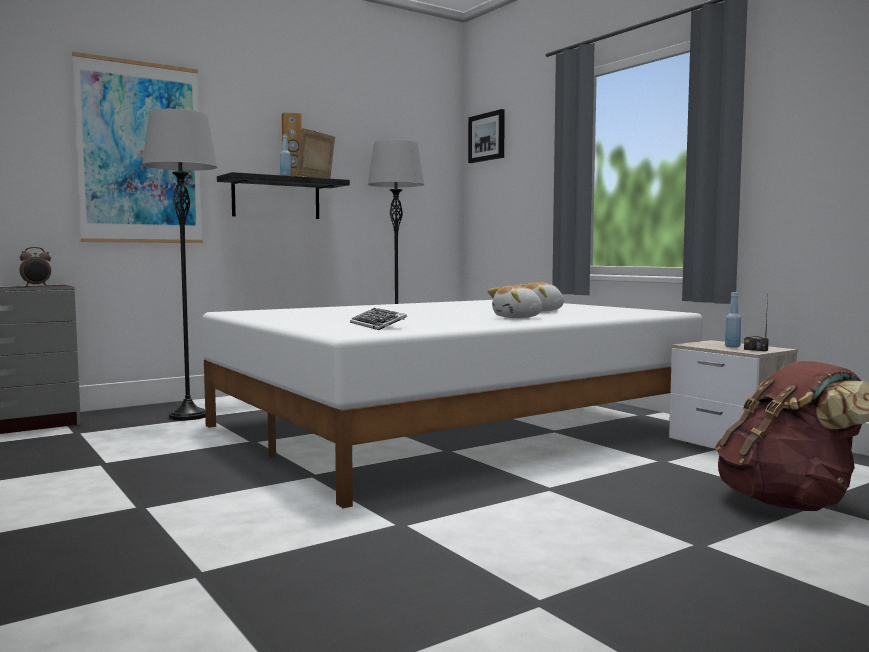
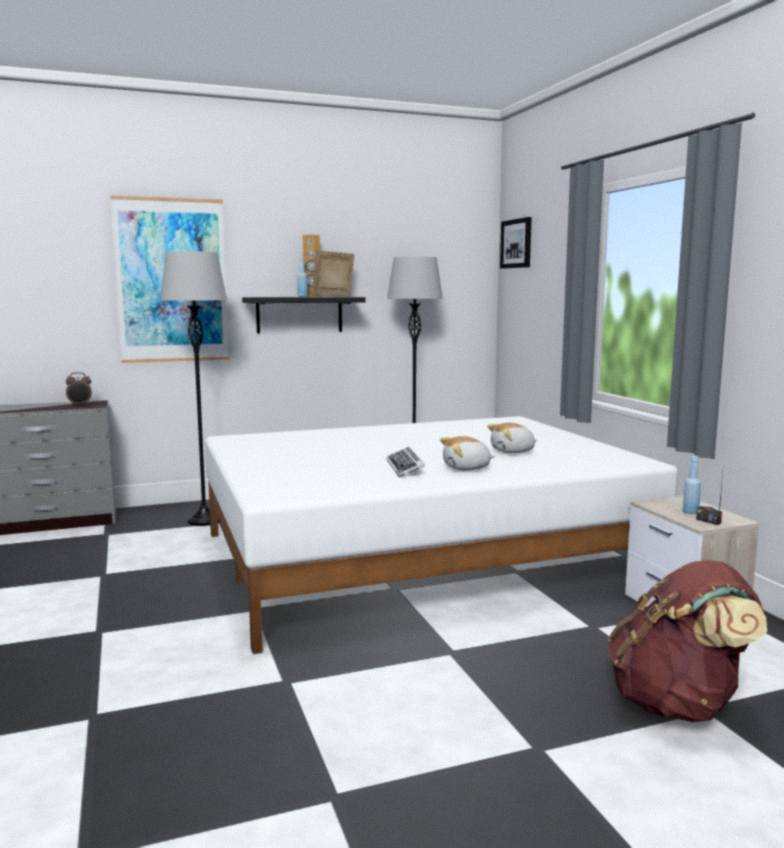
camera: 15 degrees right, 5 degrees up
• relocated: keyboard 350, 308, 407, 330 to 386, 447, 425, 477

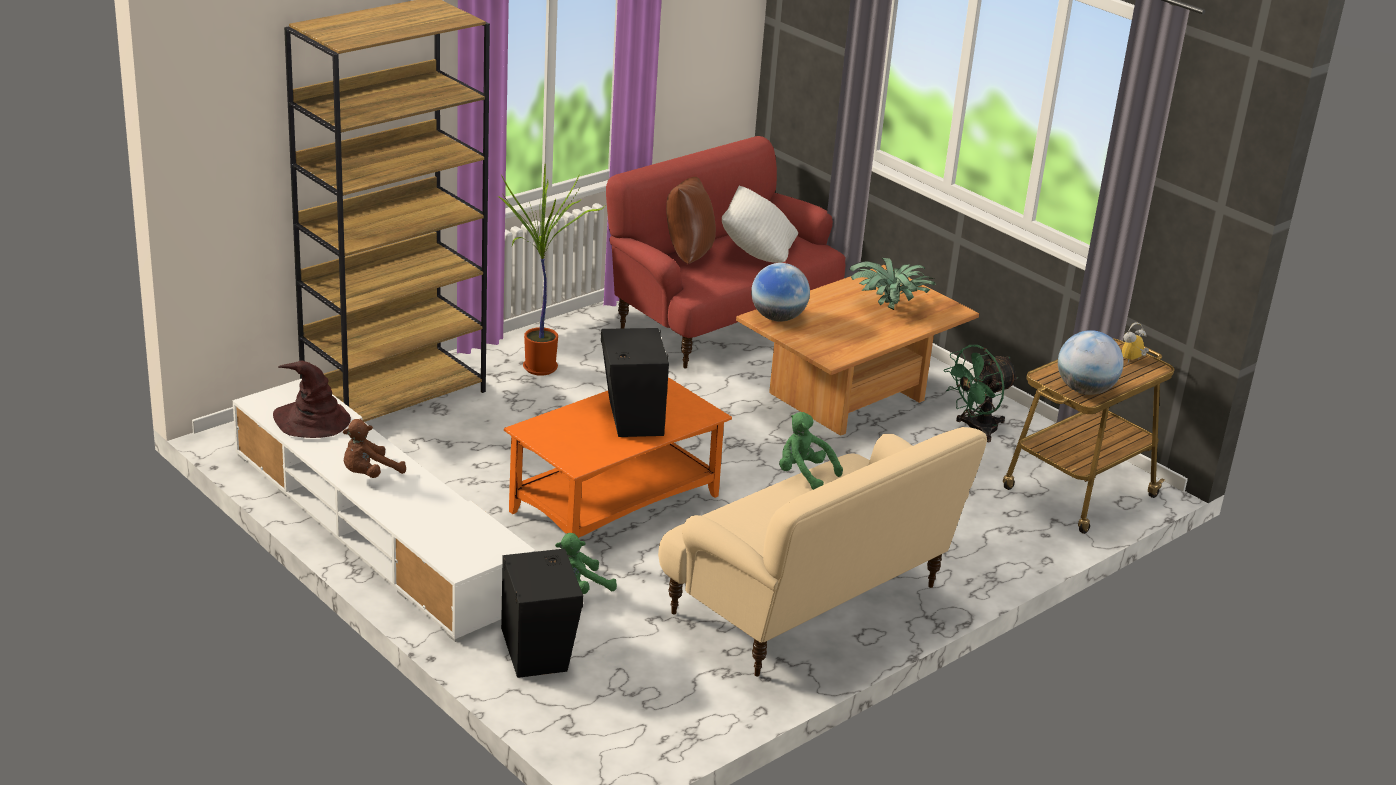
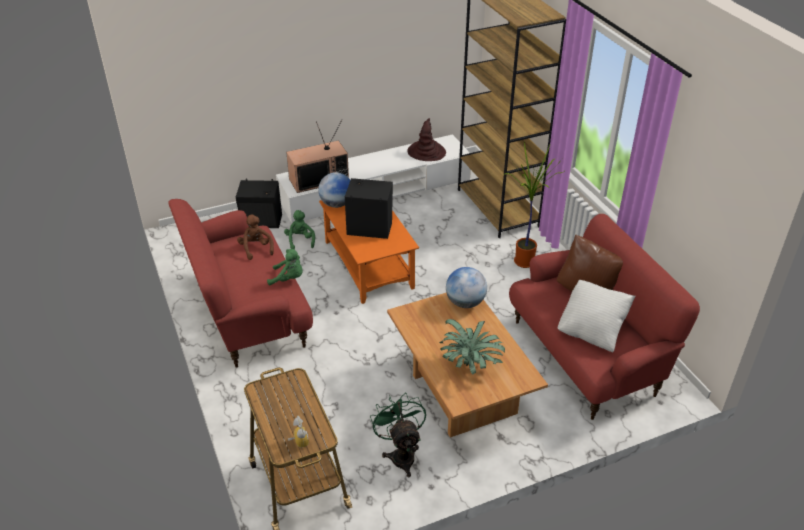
camera: 110 degrees right, 10 degrees up
• relocated: brown plush toy 343, 419, 406, 478 to 237, 215, 274, 260
• colour: beige sofa 658, 427, 987, 677 to red sofa 168, 199, 313, 368
• spun: green plush toy 779, 412, 843, 490 = 267, 249, 303, 285 45 degrees clockwise
• relocated: globe 1058, 330, 1124, 395 to 318, 172, 350, 208
• appeared: television 286, 120, 349, 193

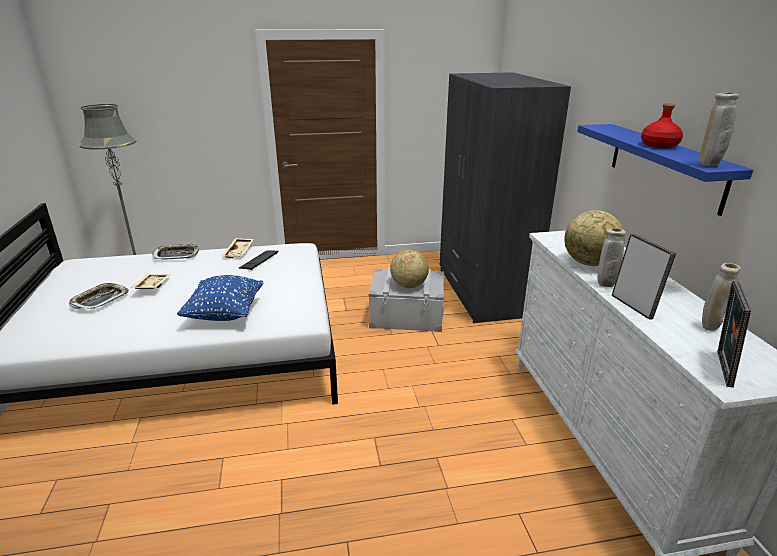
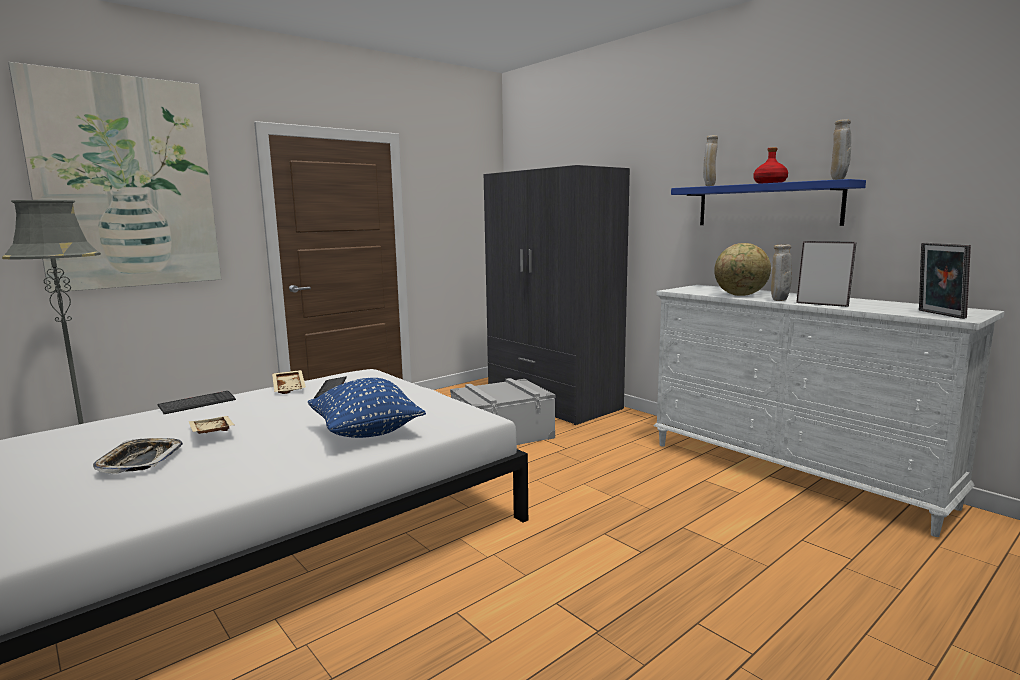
camera: 30 degrees left, 15 degrees down
• exchanged: tray 152, 243, 199, 260 to keyboard 158, 391, 236, 414
• missing: globe 390, 250, 429, 288
• relocated: beige vase 702, 263, 741, 331 to 703, 135, 718, 186
• appeared: picture 8, 62, 221, 292

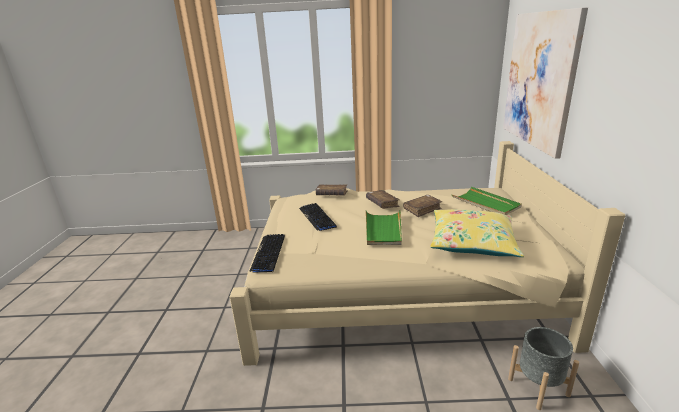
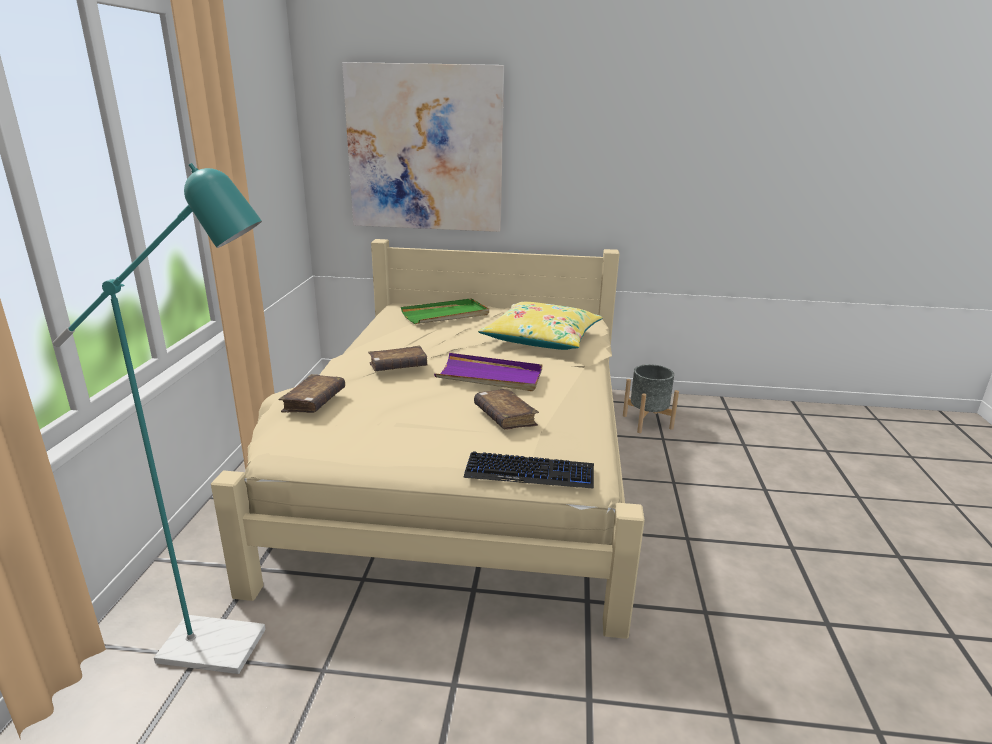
camera: 85 degrees left, 0 degrees up
• missing: keyboard 299, 203, 337, 231
• colour: green tray 366, 210, 402, 245 to purple tray 434, 353, 542, 391
• relocated: brown book 403, 195, 442, 217 to 474, 388, 539, 430
• appeared: turquoise floor lamp 53, 163, 266, 674

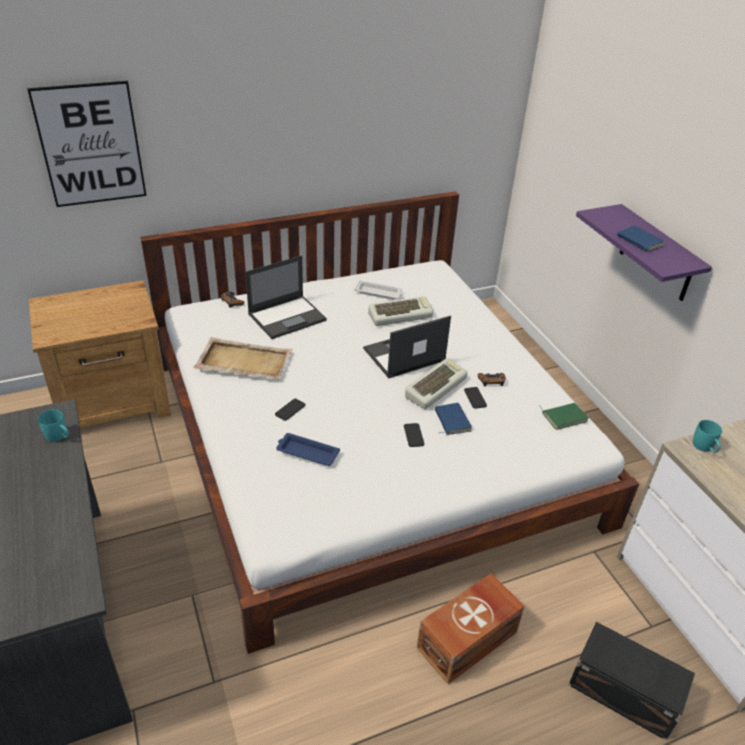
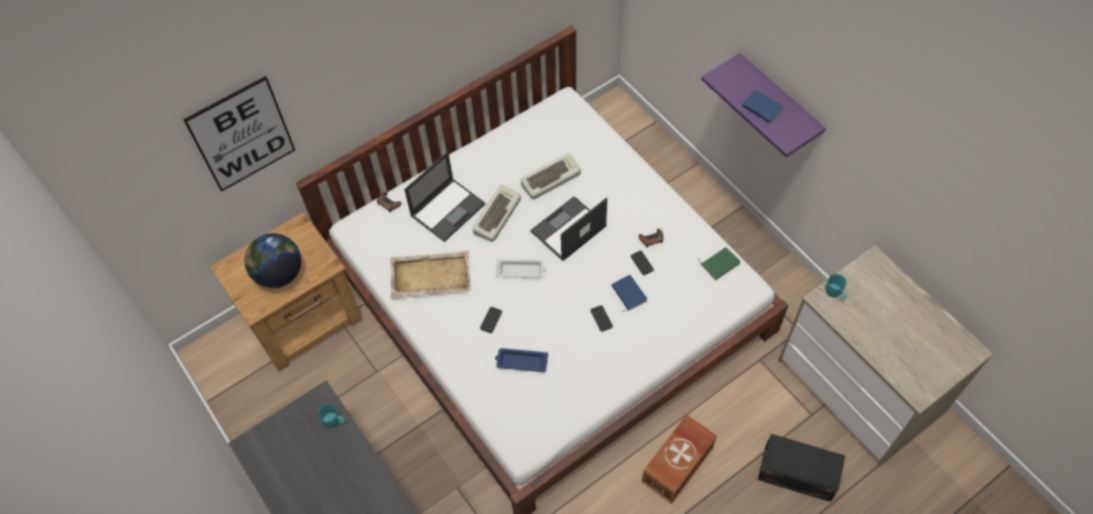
camera: 10 degrees left, 20 degrees up
• relocated: white tray 354, 280, 402, 300 to 496, 259, 546, 278
• relocated: keyboard 405, 358, 467, 409 to 473, 185, 521, 242
• appeared: globe 245, 233, 301, 288

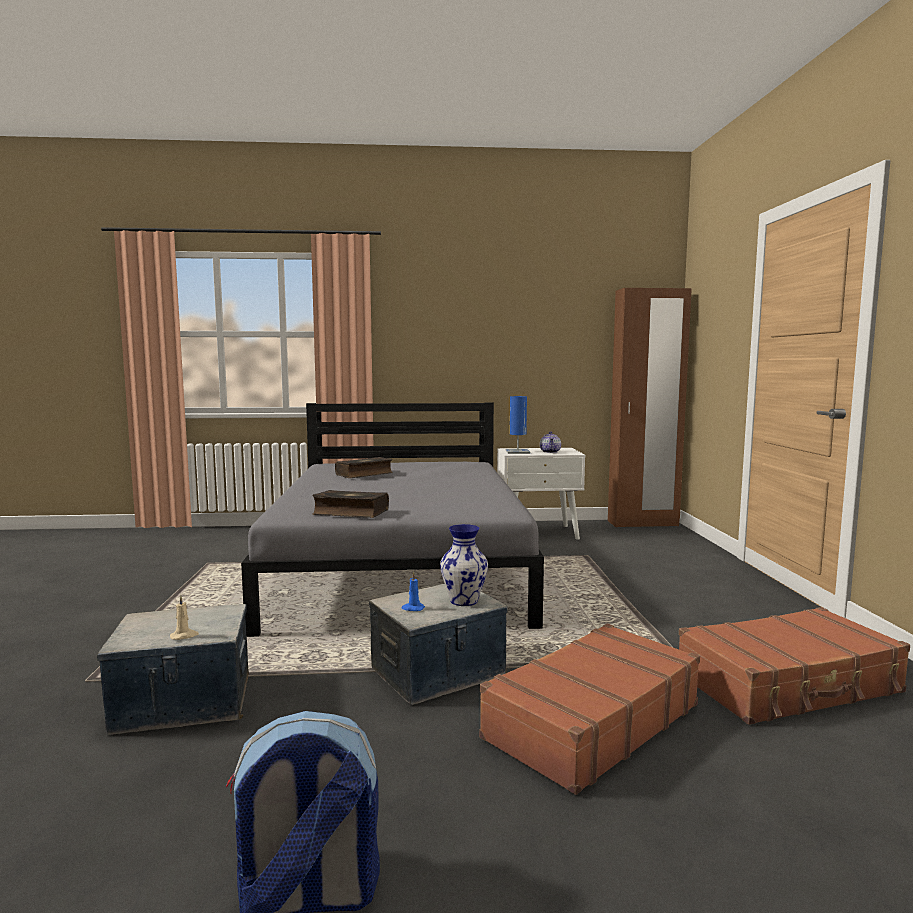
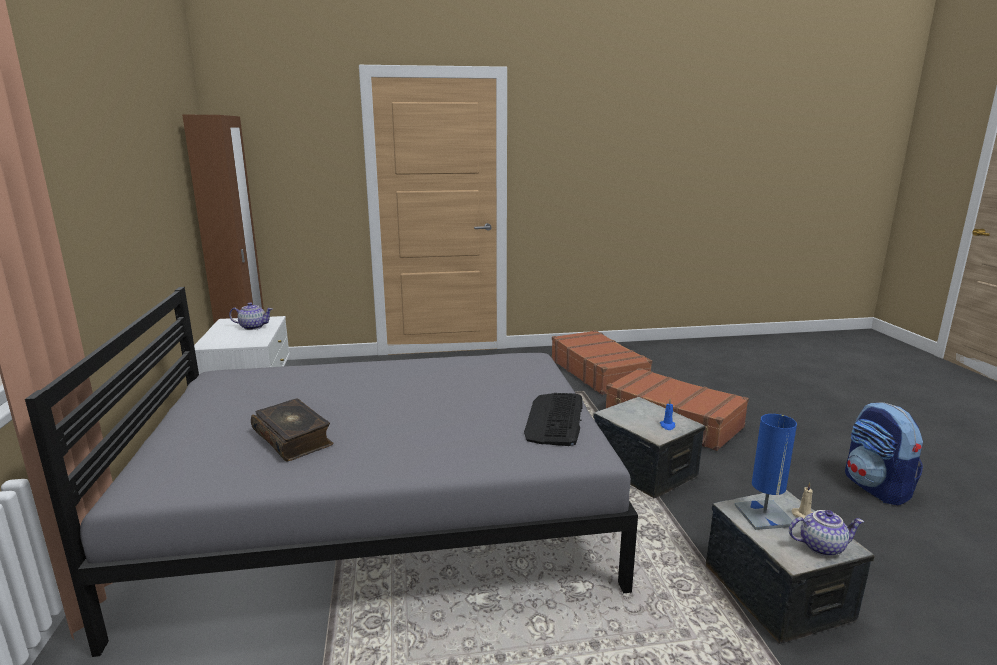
camera: 95 degrees left, 10 degrees up
• exchanged: book 313, 490, 389, 518 to keyboard 524, 393, 583, 446
• missing: vase 440, 524, 488, 606
• relocated: blue table lamp 506, 396, 530, 454 to 734, 414, 797, 530
• appeared: teapot 789, 510, 864, 556

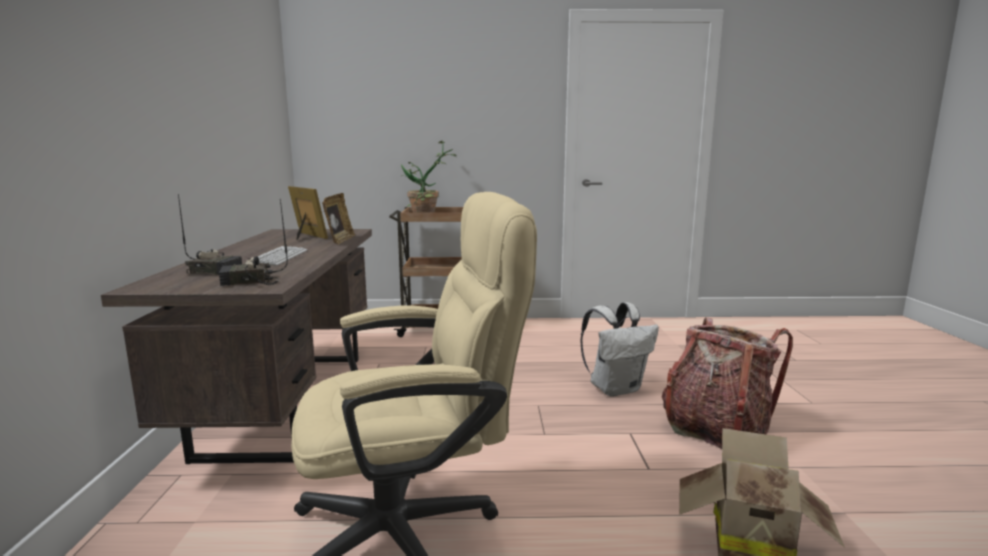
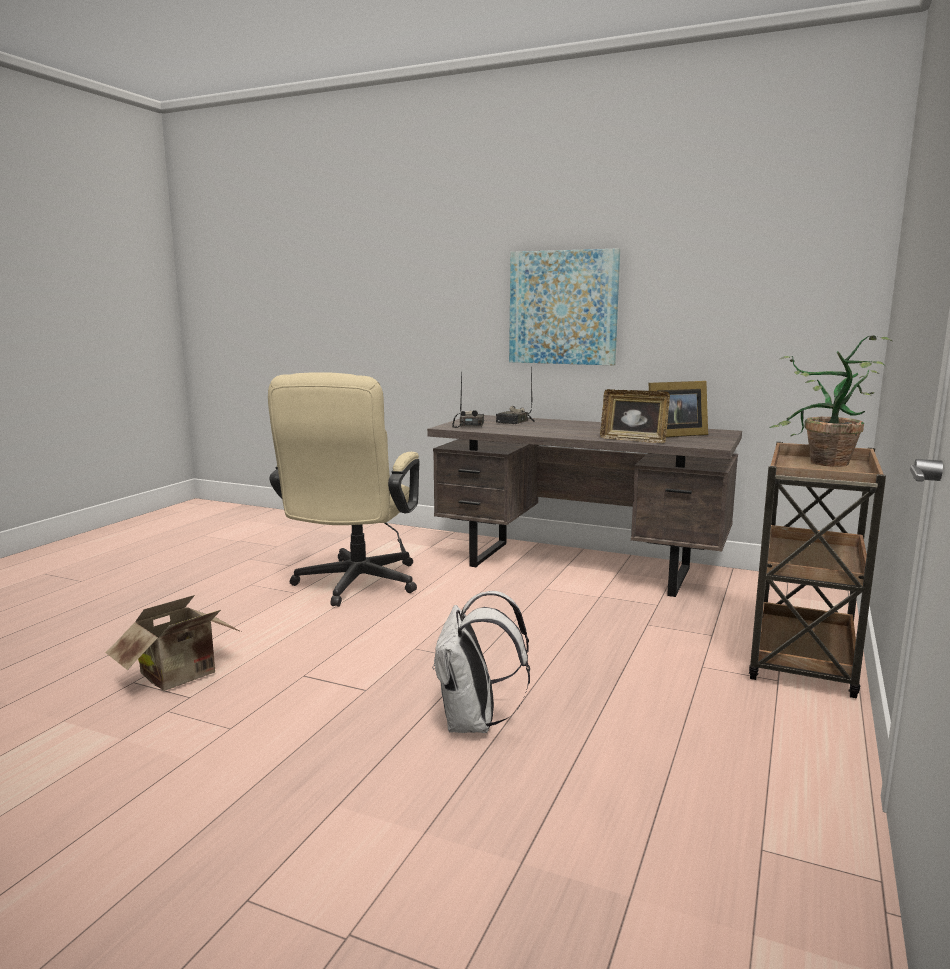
camera: 115 degrees right, 0 degrees up
• missing: keyboard 257, 246, 307, 266
• missing: backpack 662, 317, 793, 449
• appeared: picture 509, 248, 620, 365

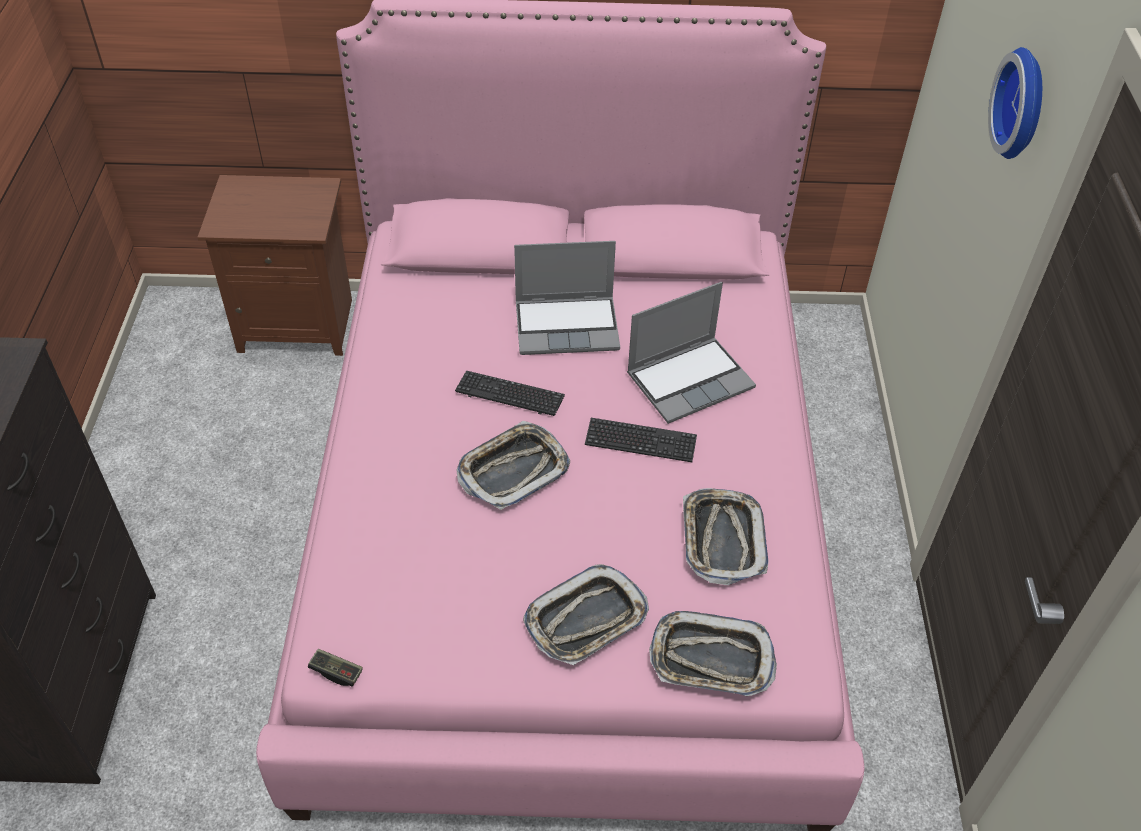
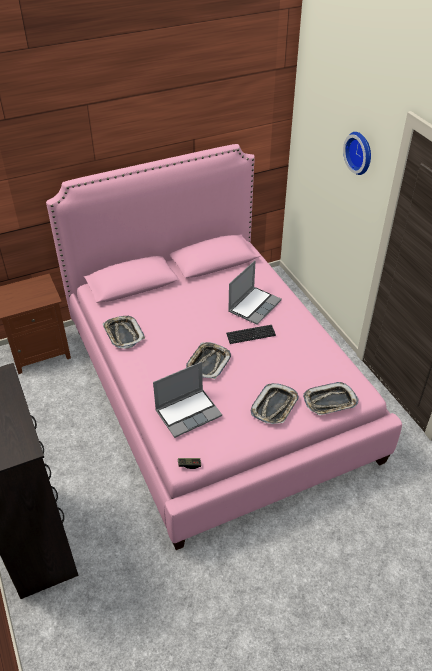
camera: 25 degrees left, 5 degrees down
• missing: keyboard 455, 370, 565, 416
• relocated: laptop 514, 241, 620, 355 to 153, 362, 222, 438
• relocated: tray 683, 488, 769, 585 to 103, 316, 145, 349

